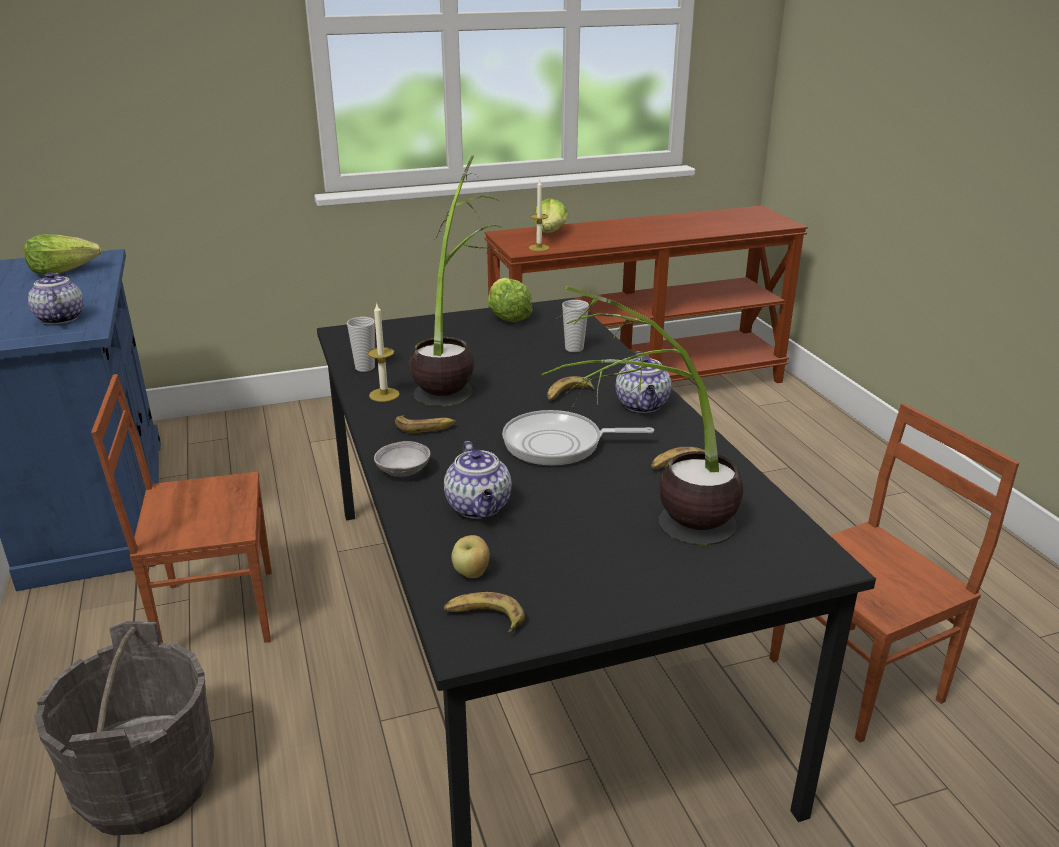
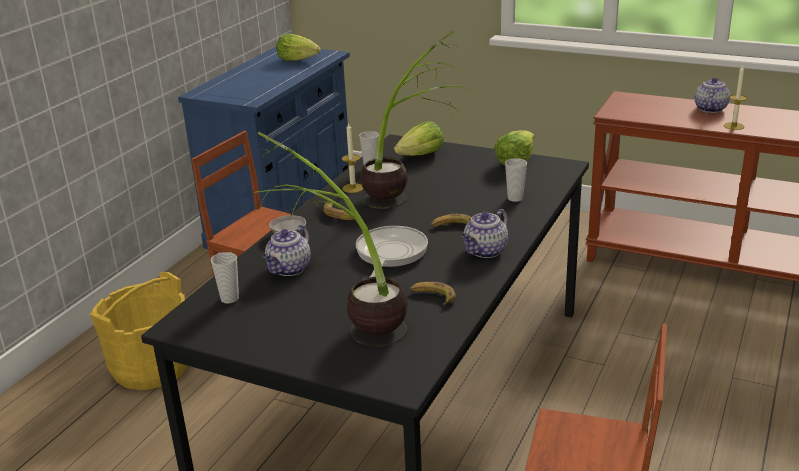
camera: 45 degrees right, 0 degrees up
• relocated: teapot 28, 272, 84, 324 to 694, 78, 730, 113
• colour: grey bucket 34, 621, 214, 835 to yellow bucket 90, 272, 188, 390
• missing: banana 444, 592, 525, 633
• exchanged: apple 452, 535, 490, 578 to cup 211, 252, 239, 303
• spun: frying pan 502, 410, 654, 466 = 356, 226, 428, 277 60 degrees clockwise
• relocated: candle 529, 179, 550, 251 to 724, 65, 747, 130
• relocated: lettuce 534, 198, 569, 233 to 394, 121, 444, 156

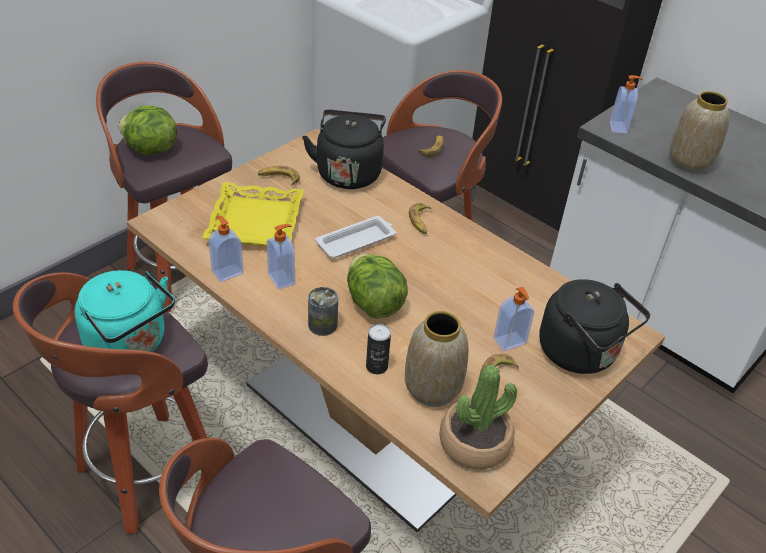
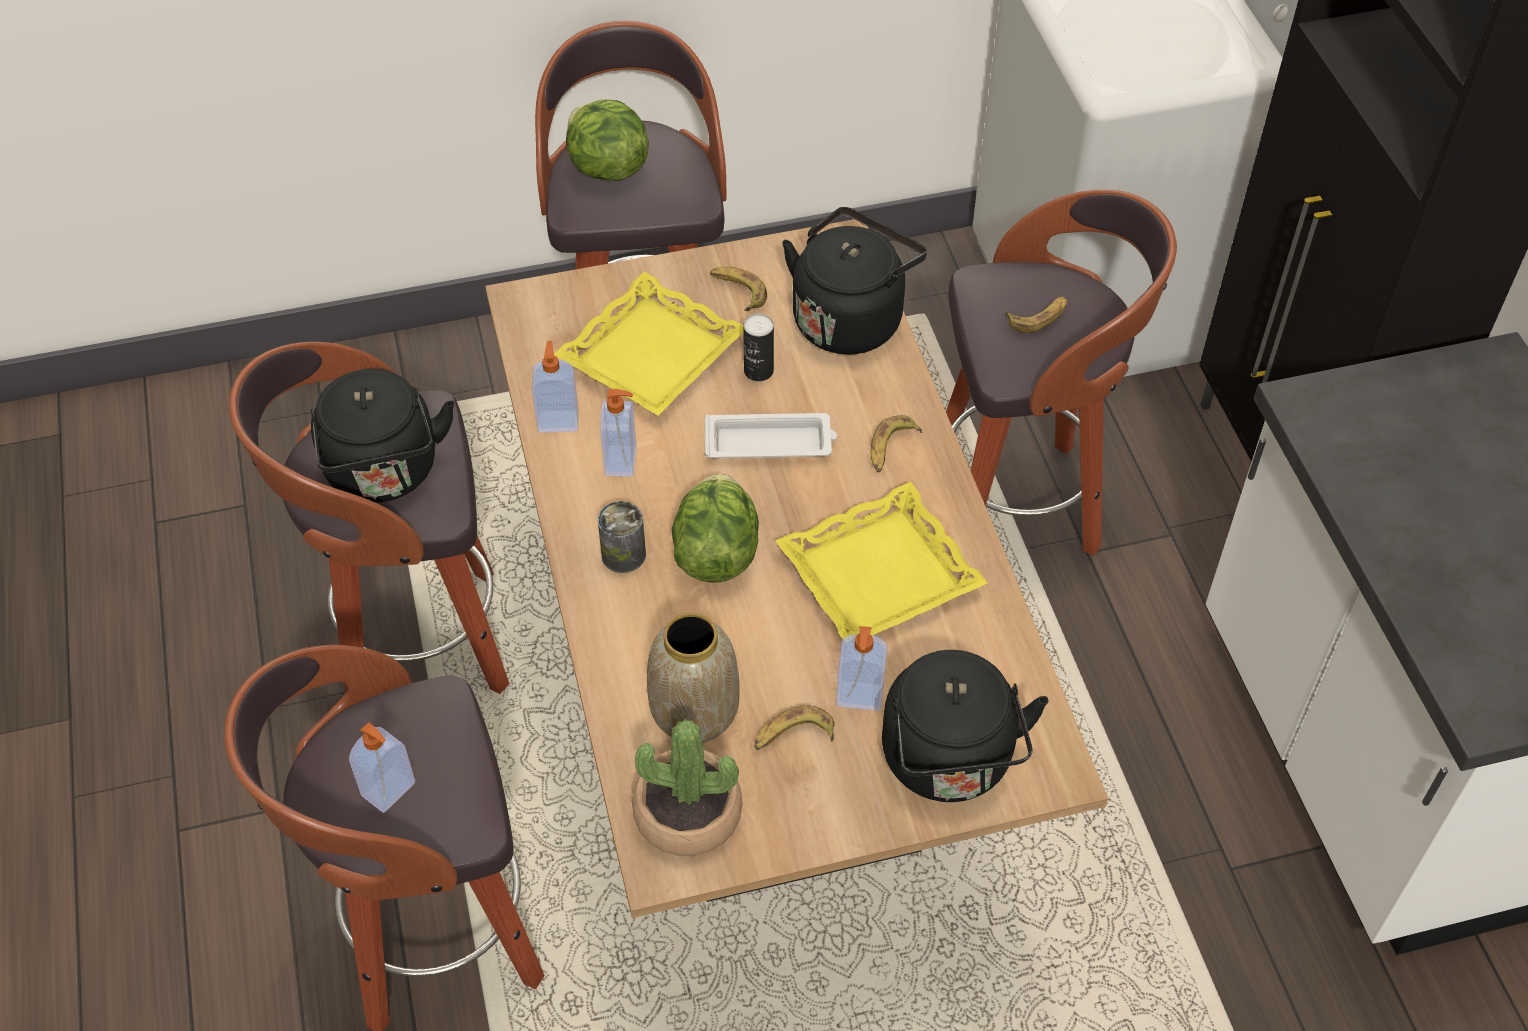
camera: 35 degrees right, 10 degrees up
• colour: turquoise kettle 74, 270, 175, 352 to black kettle 310, 369, 454, 503
• relocated: can 366, 324, 391, 374 to 743, 314, 774, 381
• relocated: soap dispenser 610, 75, 643, 134 to 349, 722, 415, 813
• missing: vase 670, 91, 730, 173
• appeared: yellow tray 775, 482, 987, 639

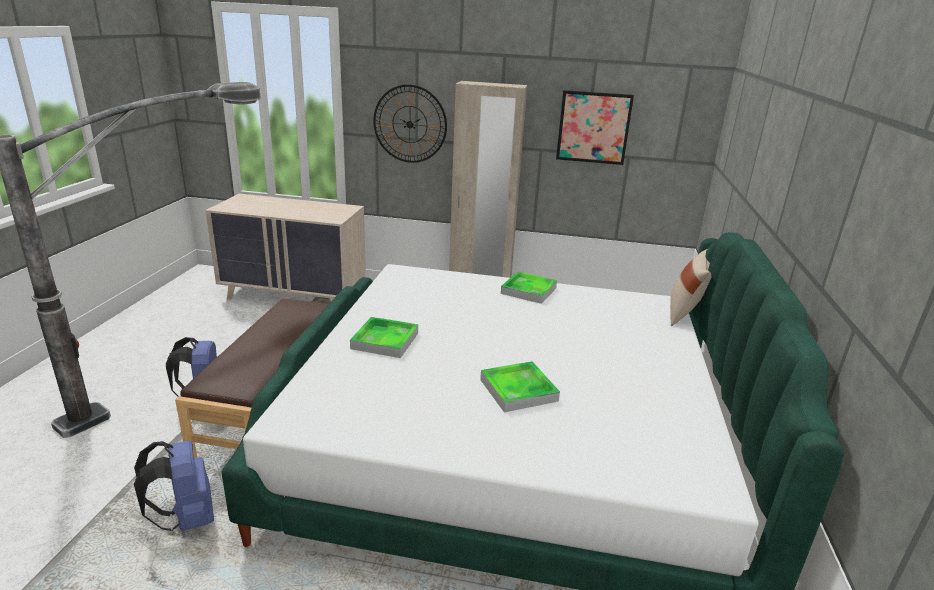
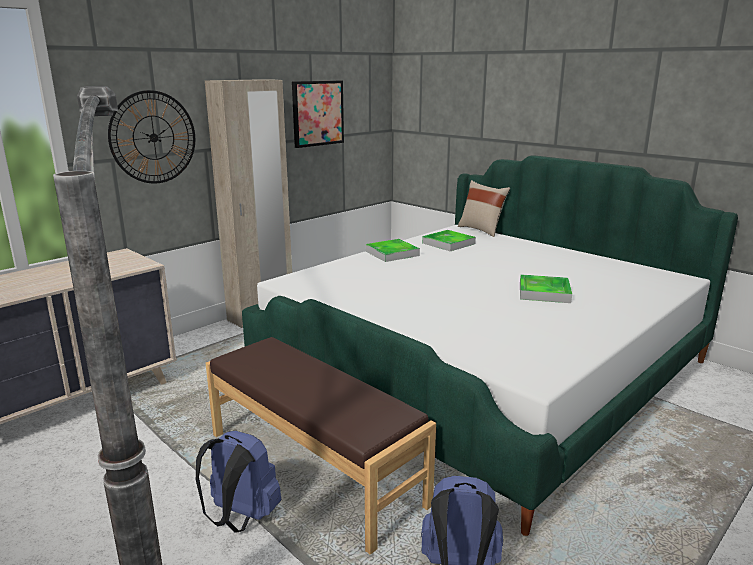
camera: 55 degrees left, 5 degrees down
• relocated: tray 350, 317, 418, 358 to 422, 230, 476, 251

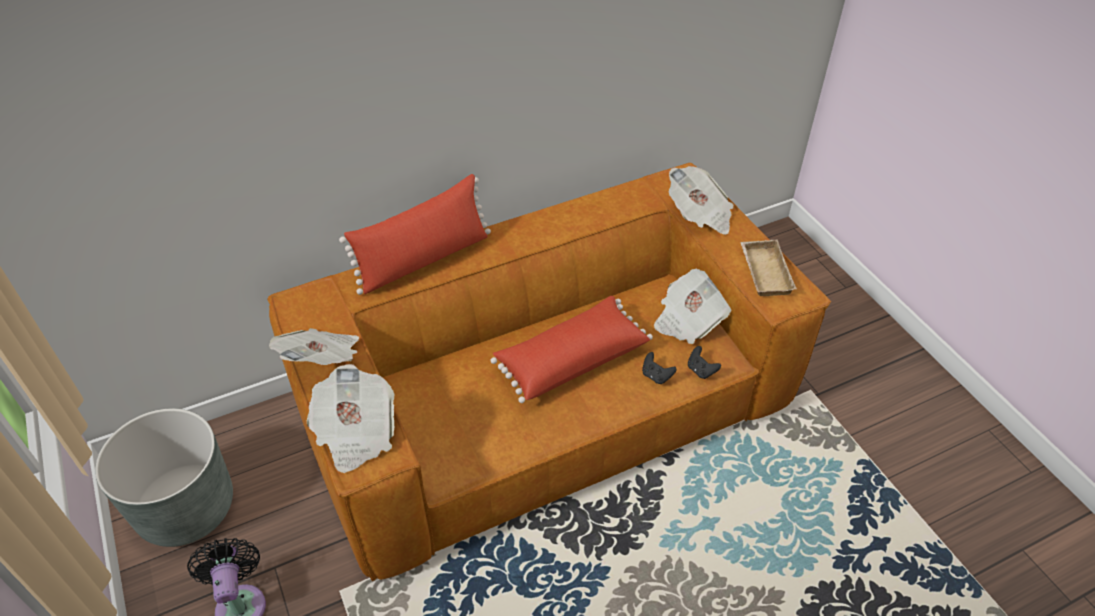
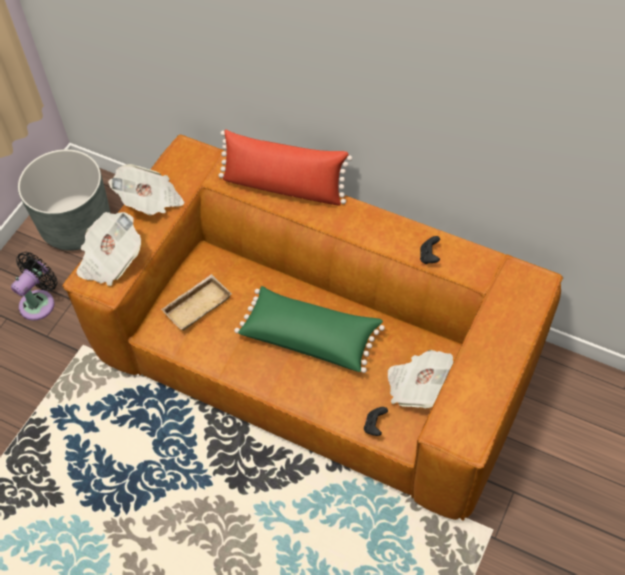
camera: 55 degrees right, 10 degrees up
• colour: red pillow 491, 296, 653, 403 to green pillow 234, 286, 385, 373
• relocated: black game controller 642, 352, 677, 384 to 420, 236, 440, 264
• missing: newspaper 668, 166, 733, 235
• relocated: beige tray 740, 239, 797, 296 to 161, 274, 232, 331

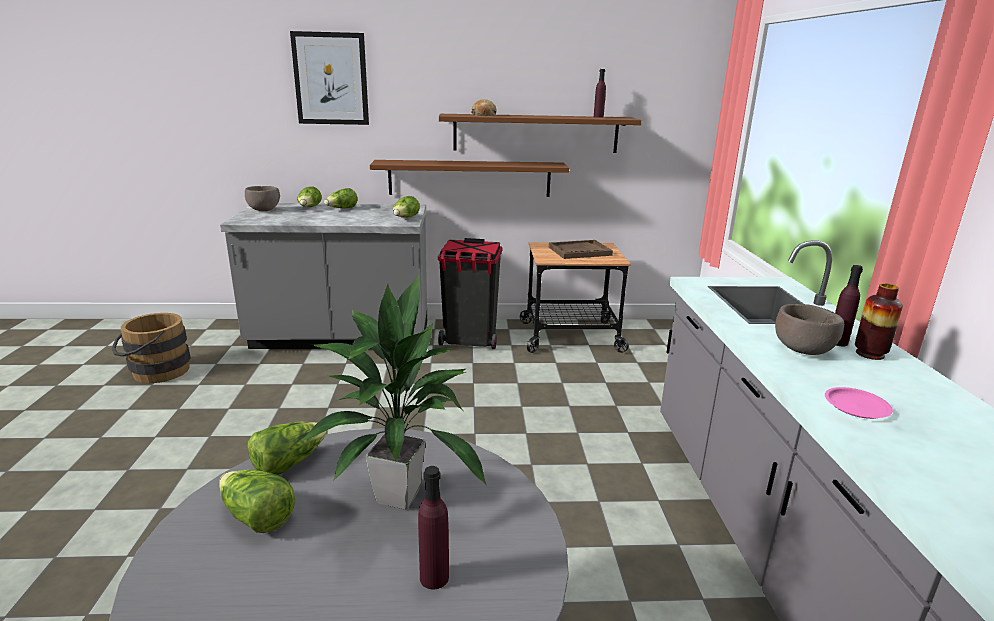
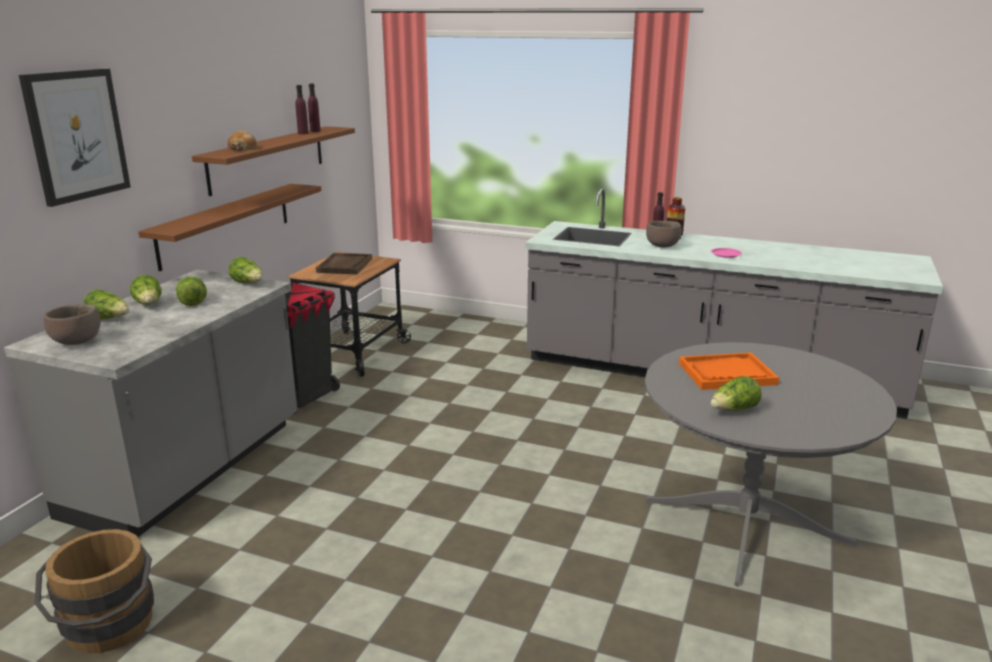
camera: 65 degrees left, 0 degrees up
• relocated: lettuce 248, 422, 328, 475 to 176, 277, 207, 306
• exchanged: potted plant 300, 274, 486, 509 to orange tray 679, 352, 779, 390
• relocated: purple bottle 418, 466, 449, 590 to 295, 85, 309, 134

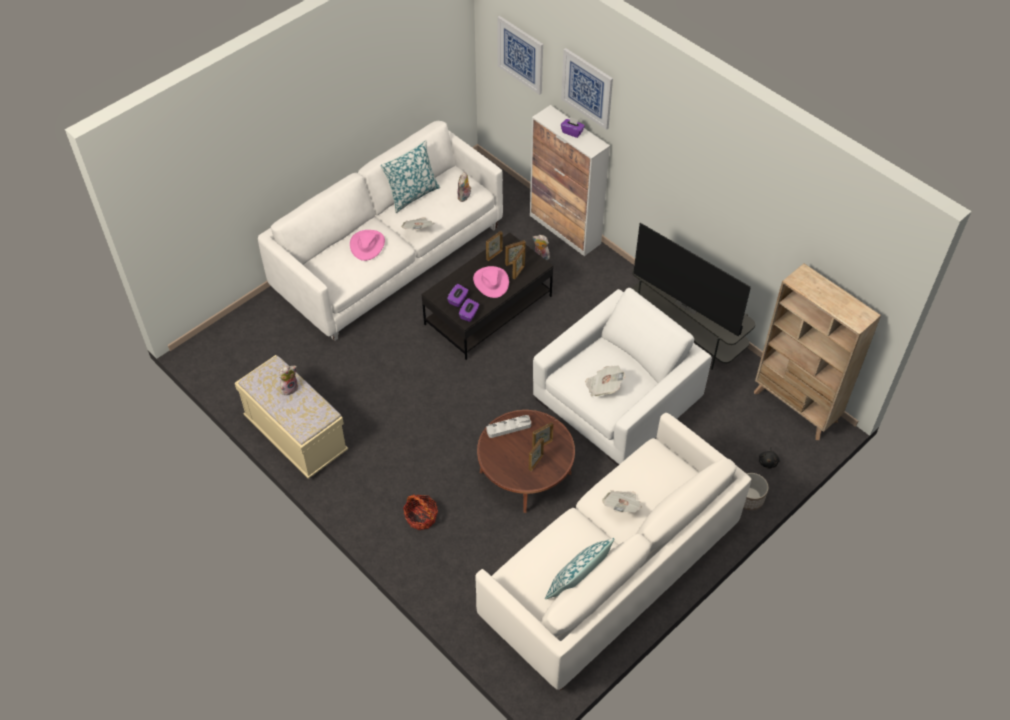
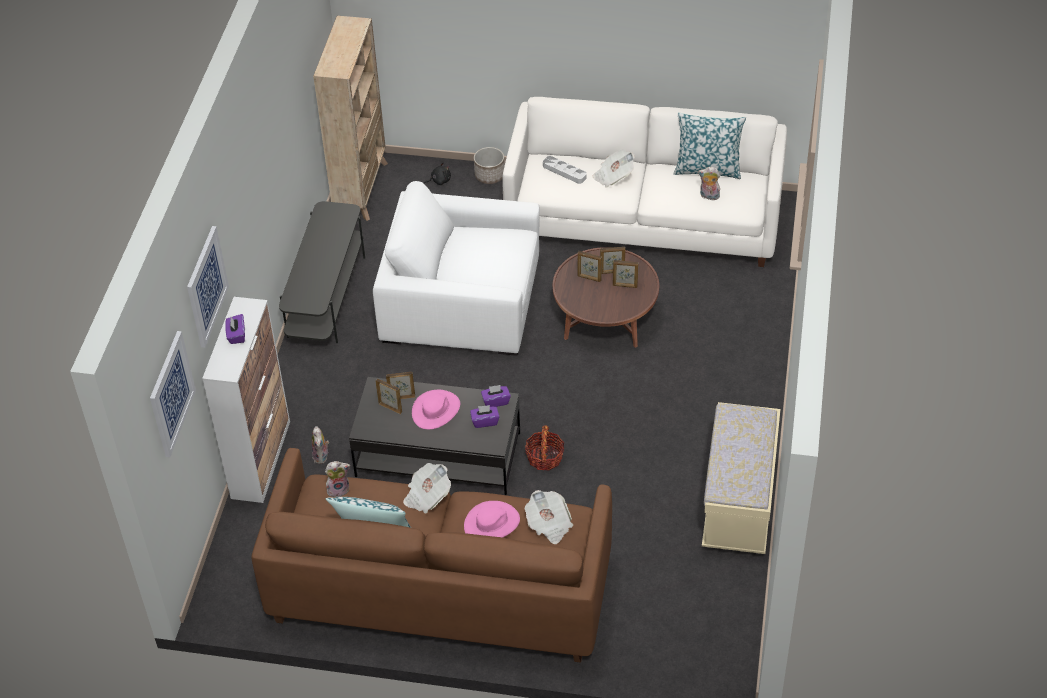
camera: 125 degrees left, 5 degrees down
• colour: white sofa 258, 121, 503, 341 to brown sofa 251, 448, 612, 663
• relocated: plush toy 279, 366, 298, 395 to 698, 167, 720, 200
• relocated: basket 403, 494, 438, 530 to 525, 425, 564, 470
• relocated: picture frame 486, 231, 503, 261 to 613, 260, 638, 288
• relocated: grey tray 487, 415, 531, 438 to 543, 156, 587, 184
• relocated: newspaper 585, 365, 625, 396 to 525, 490, 573, 544
• missing: television 633, 223, 751, 336

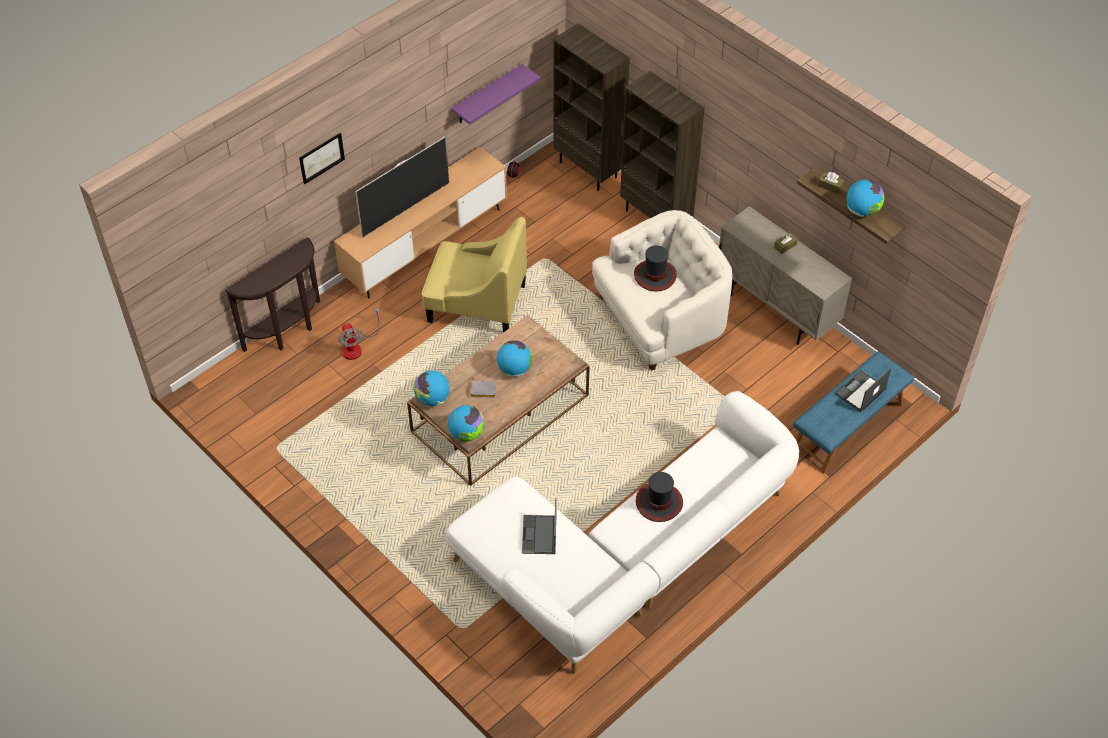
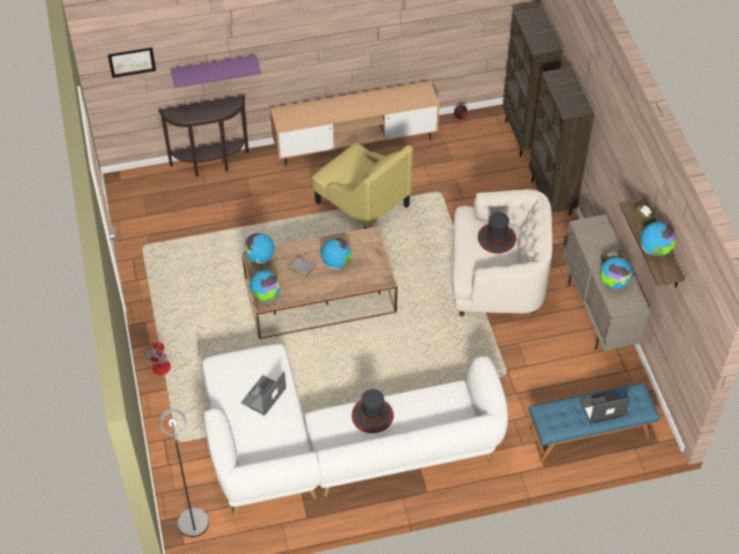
camera: 30 degrees right, 0 degrees up
• relocated: picture 299, 133, 345, 184 to 108, 47, 156, 78
• relocated: fan 338, 308, 379, 360 to 144, 339, 202, 375
• missing: television 355, 137, 449, 237
• relocated: purple shelf 451, 64, 540, 125 to 171, 55, 261, 88
• appeared: grey floor lamp 159, 409, 209, 537
• appeared: globe 600, 257, 633, 289

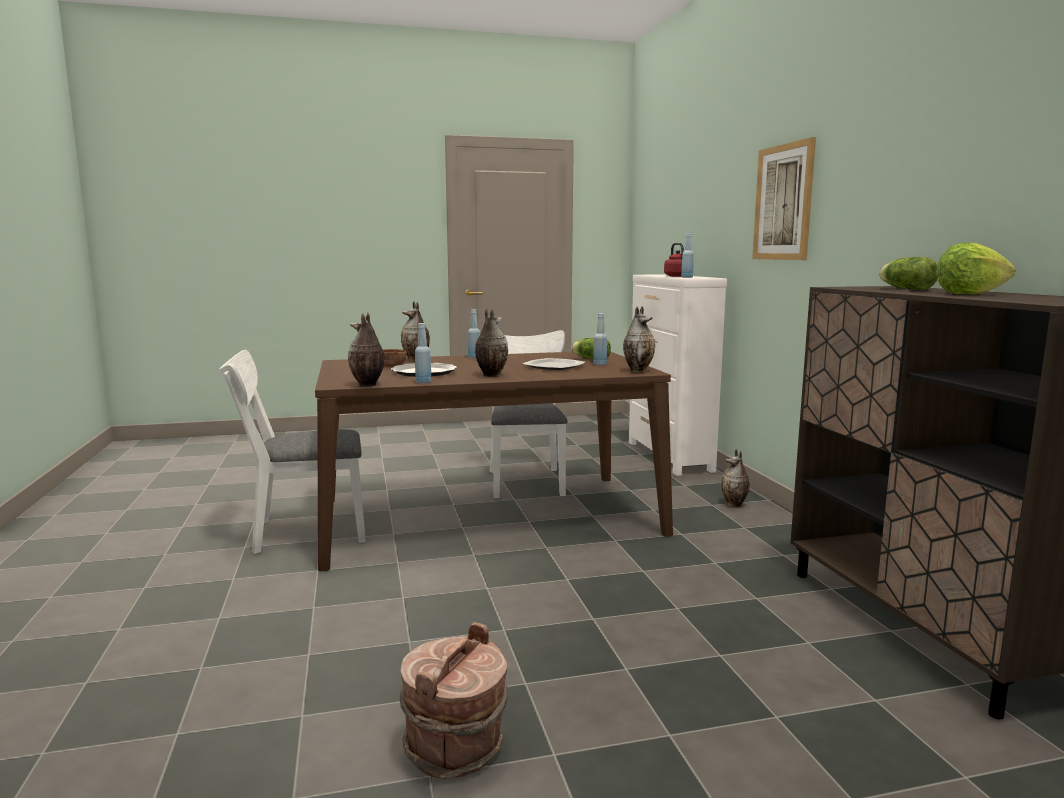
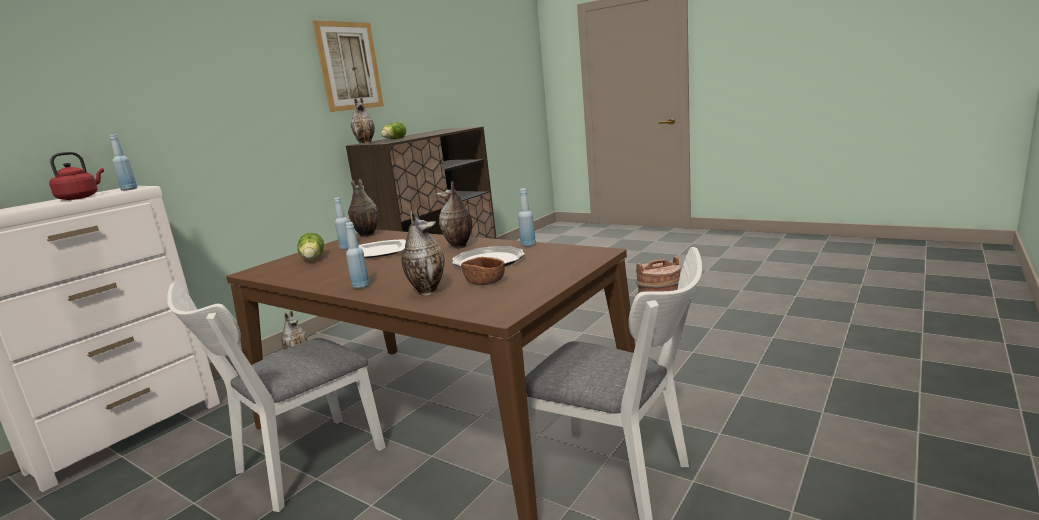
camera: 130 degrees left, 5 degrees up
• relocated: vase 348, 312, 385, 387 to 351, 97, 375, 144
• relocated: picture 752, 137, 816, 260 to 312, 20, 384, 112
• missing: lettuce 936, 243, 1015, 294

